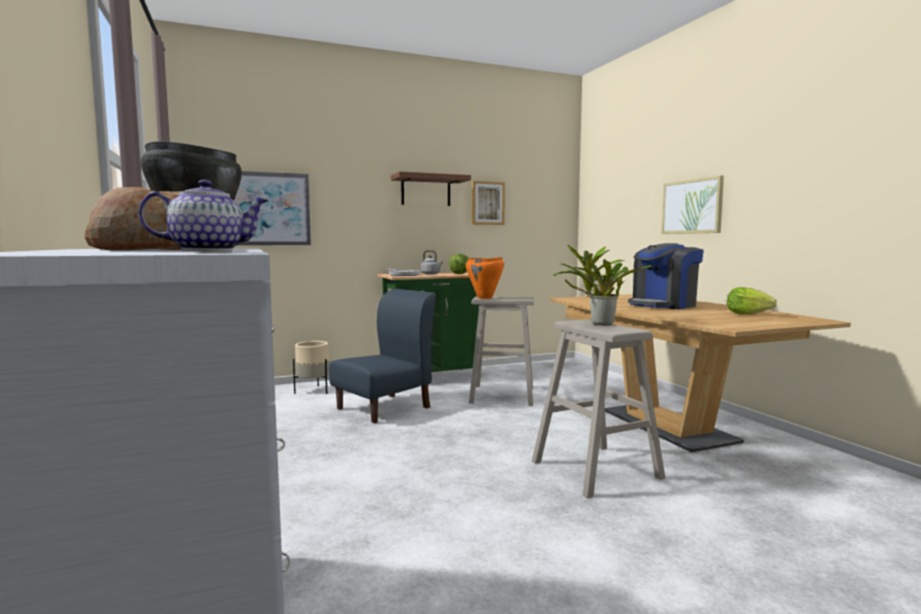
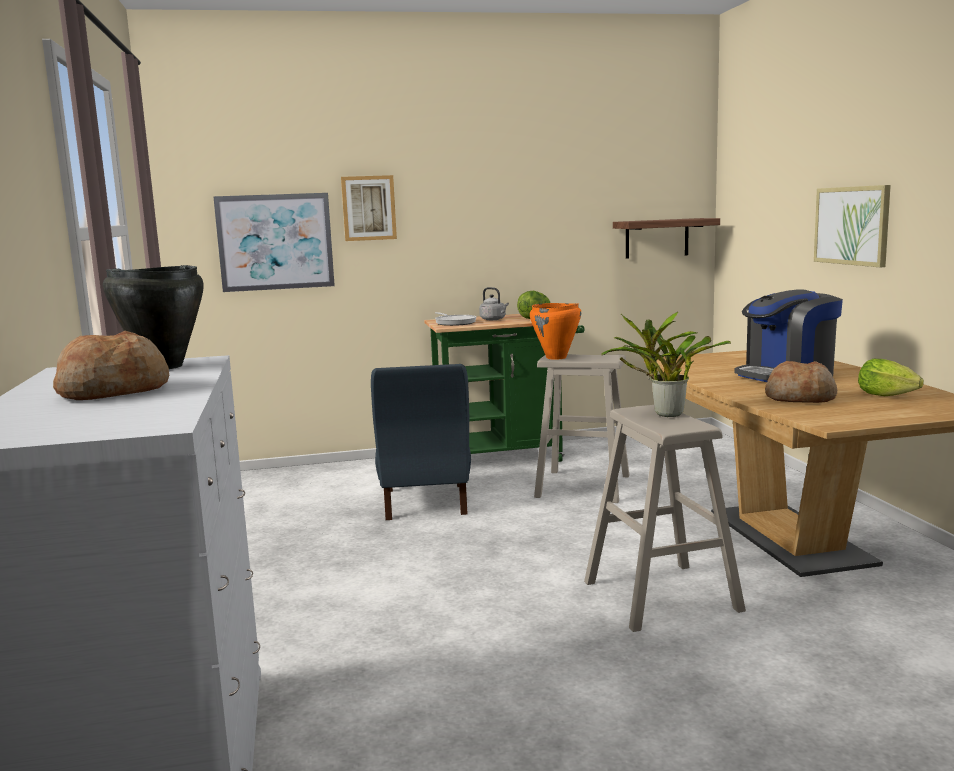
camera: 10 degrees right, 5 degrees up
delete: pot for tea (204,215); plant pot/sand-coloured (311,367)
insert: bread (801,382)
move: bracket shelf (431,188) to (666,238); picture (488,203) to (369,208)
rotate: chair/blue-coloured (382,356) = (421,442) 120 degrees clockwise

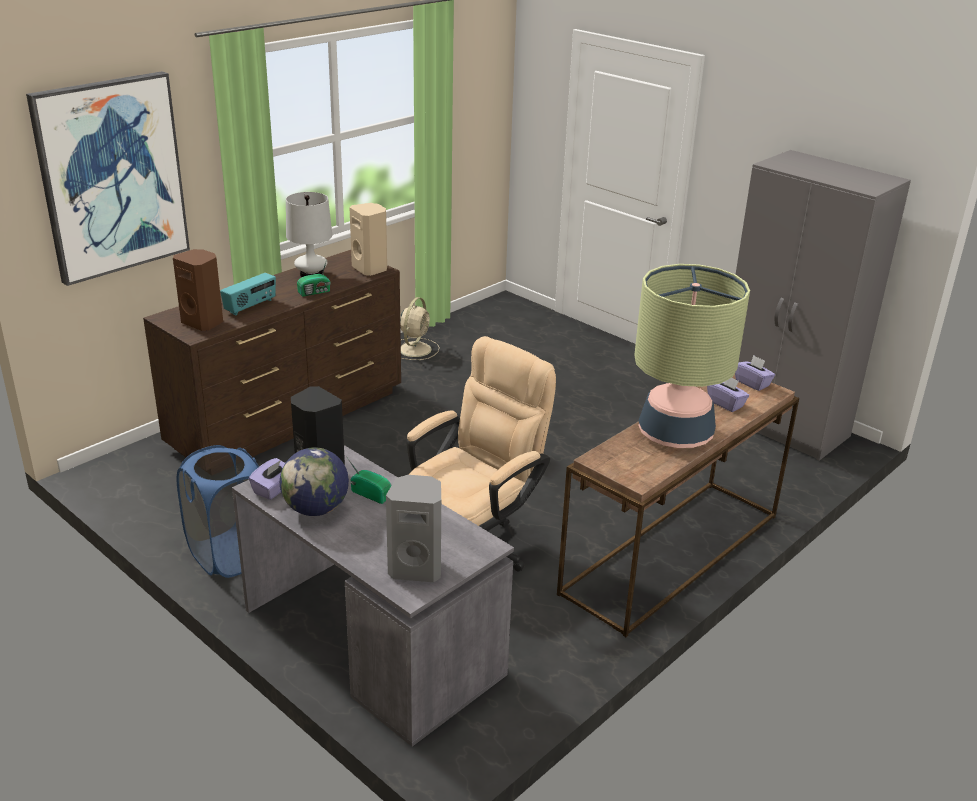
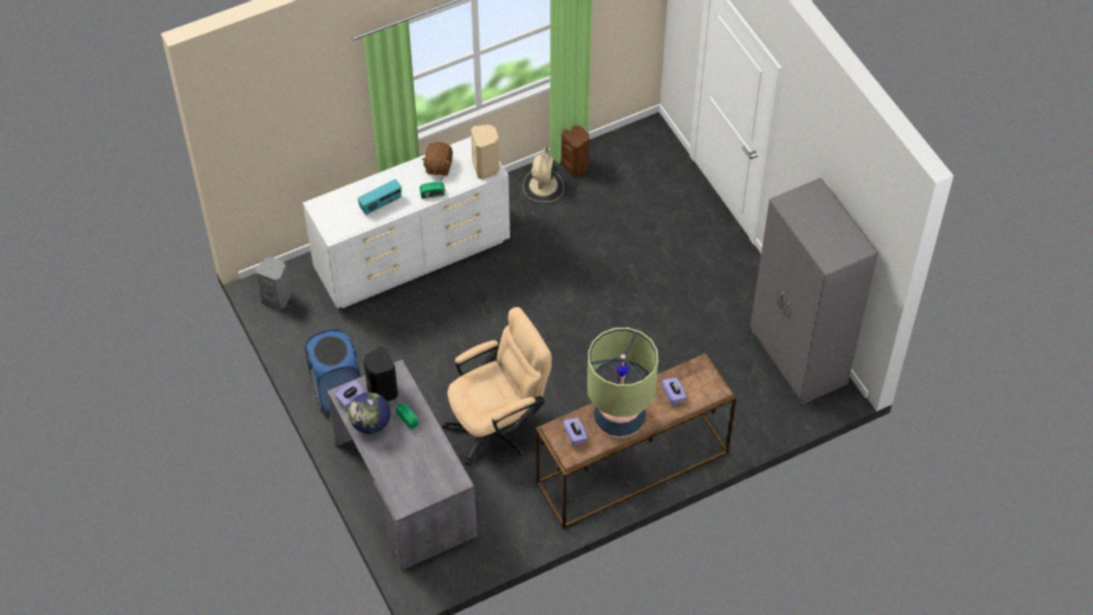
camera: 20 degrees right, 25 degrees up
delete: picture (108,178)
move: speaker/brown (198,290) to (575,151); speaker/gray (413,528) to (273,283); tissue box/purplish (755,373) to (575,432)
replace: tabletop lamp/white-coloured (309,234) to plush toy/brown (437,159)
recolor: chest of drawers/brown (272,353) to chest of drawers/white-coloured (406,223)
rotate: cooling fan/sand-coloured (420,328) = (543,174) 150 degrees clockwise

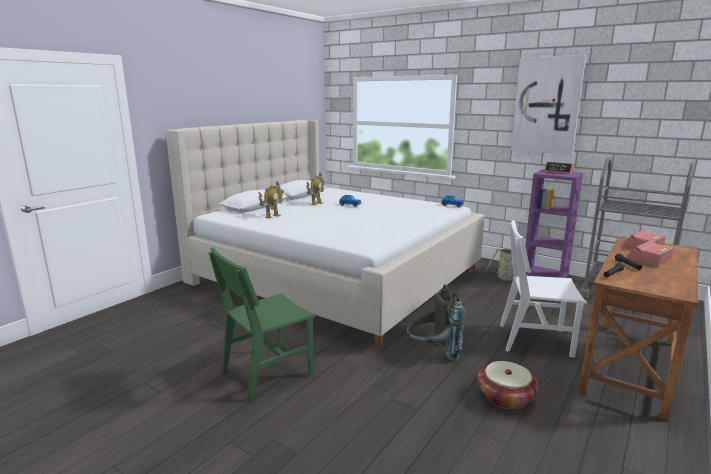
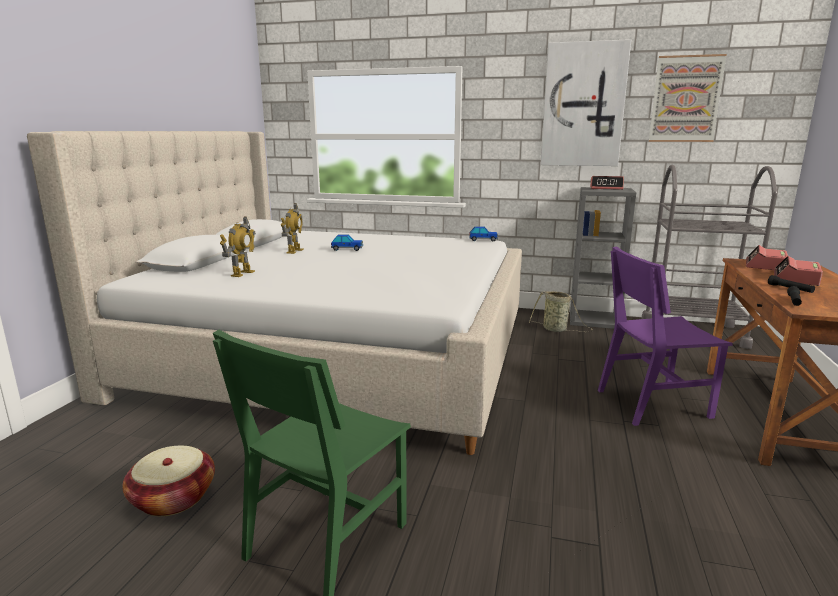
camera: 20 degrees left, 0 degrees up
delete: knapsack/gray (436,323)
insert: picture (688,98)
move: basket (508,385) to (168,481)
recolor: chair/white-coloured (543,289) to chair/purplish (665,336); shelving unit/purplish (554,223) to shelving unit/gray (603,258)

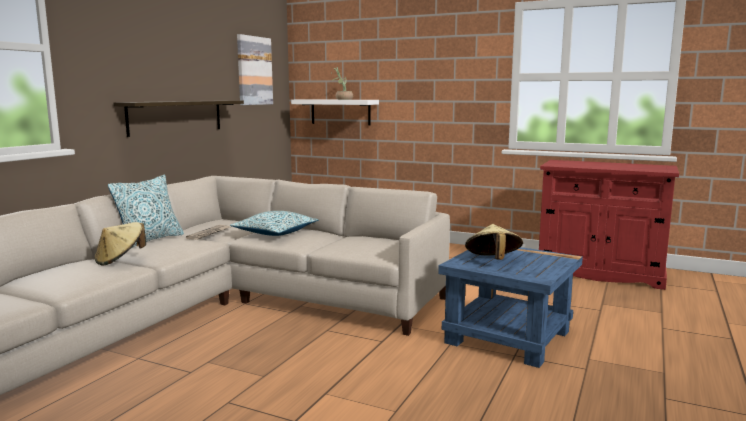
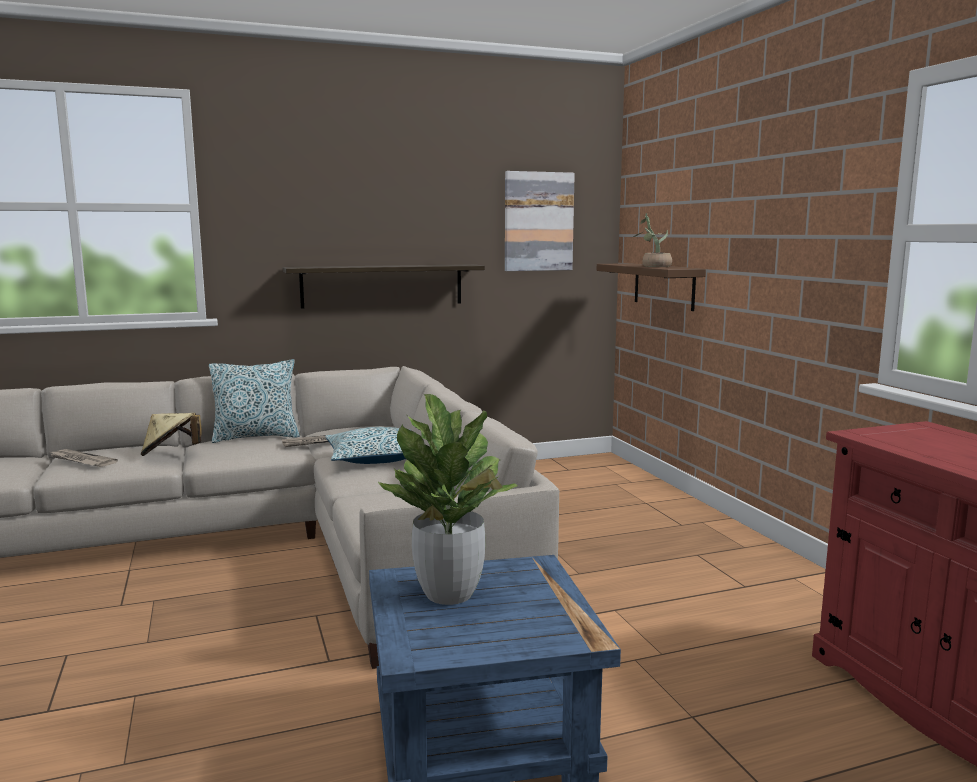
camera: 45 degrees right, 0 degrees up
insert: daily paper (83,458)
replace: wearable hat/sand-coloured (494,242) to potted plant (448,499)
recolor: bracket shelf/white-coloured (335,112) to bracket shelf/brown (651,287)

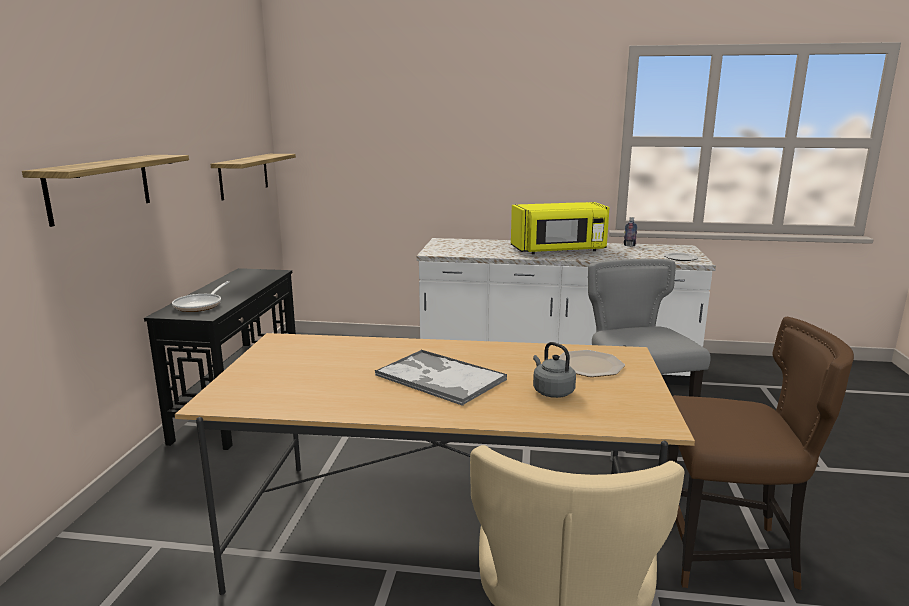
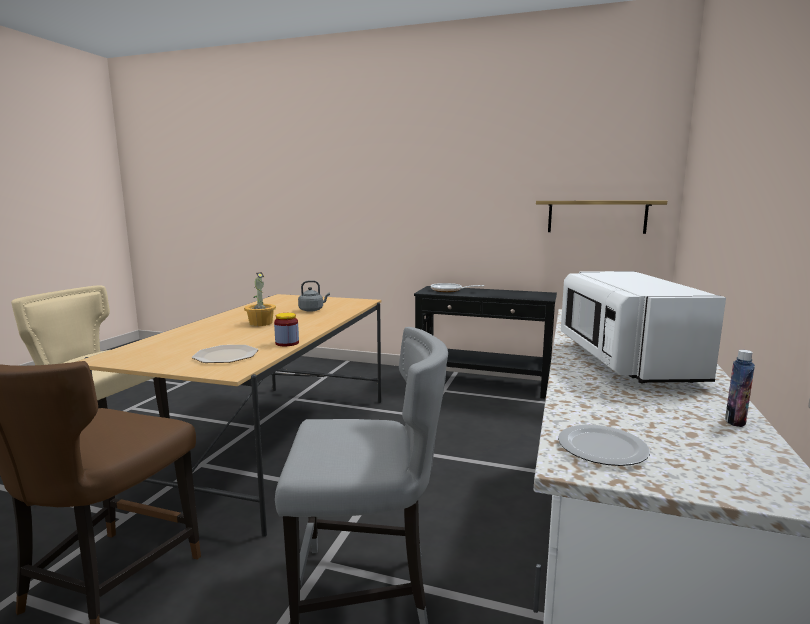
camera: 100 degrees right, 5 degrees down
delete: bracket shelf (105,191)
insert: preserve jar (286,329)
move: tea kettle/gray (554,370) to (314,296)
replace: tray (441,378) to potted plant (260,299)
recolor: microwave oven/yellow (560,228) to microwave oven/white-coloured (643,327)

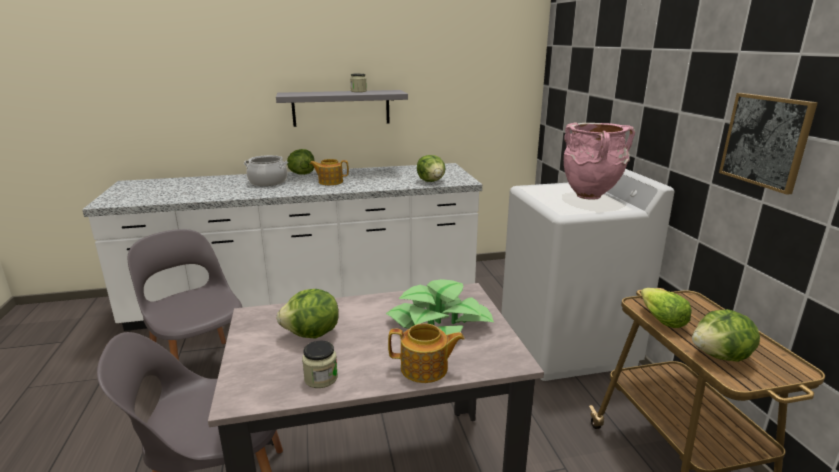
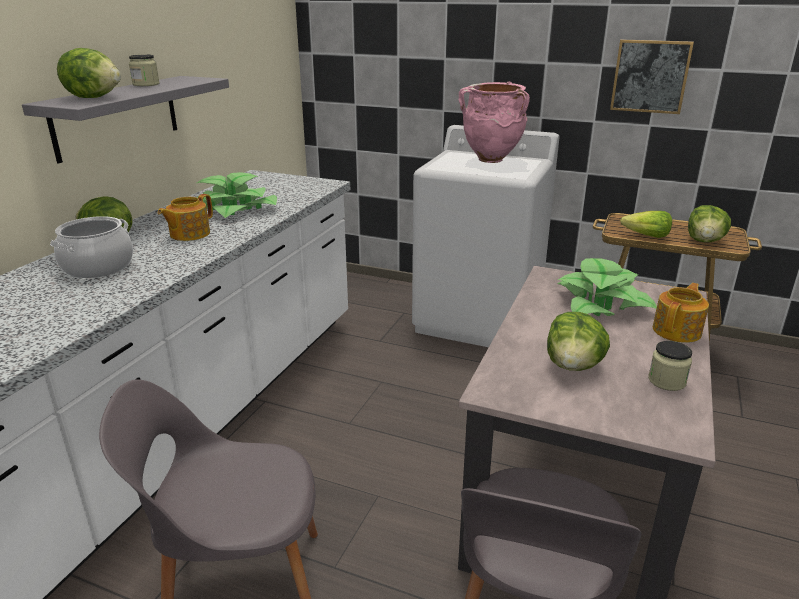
camera: 55 degrees left, 5 degrees up
insert: potted plant (237,195)
move: head of lettuce (431,168) to (89,73)

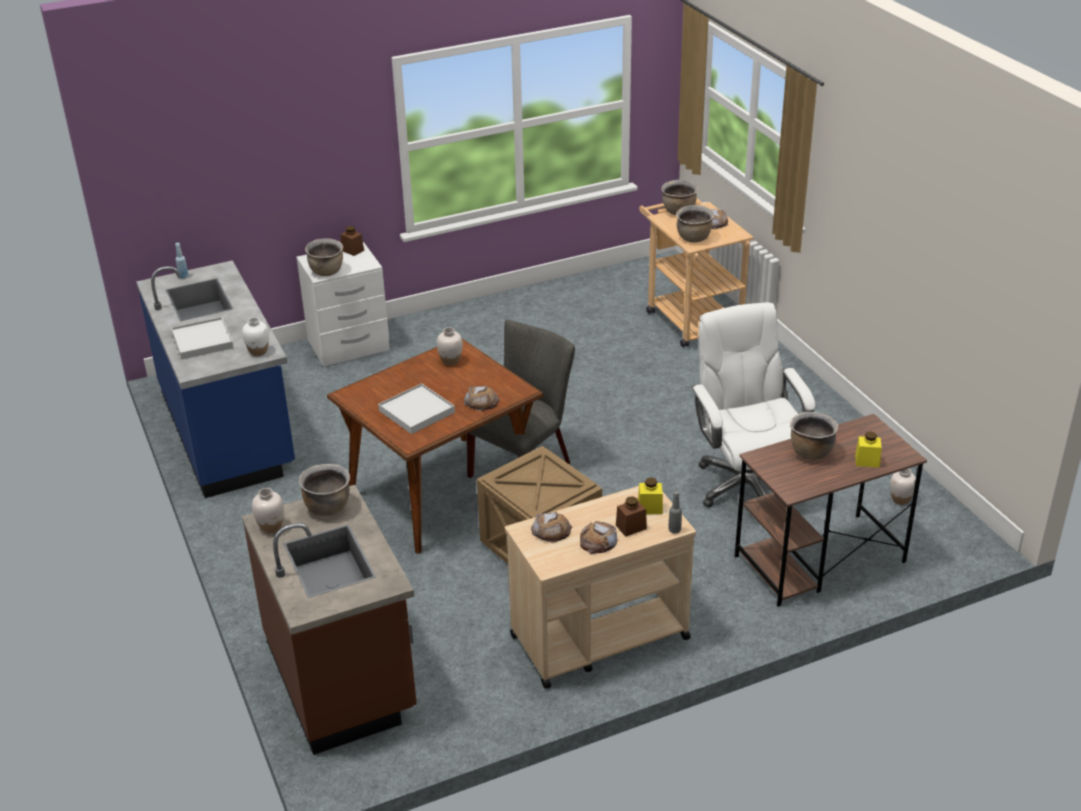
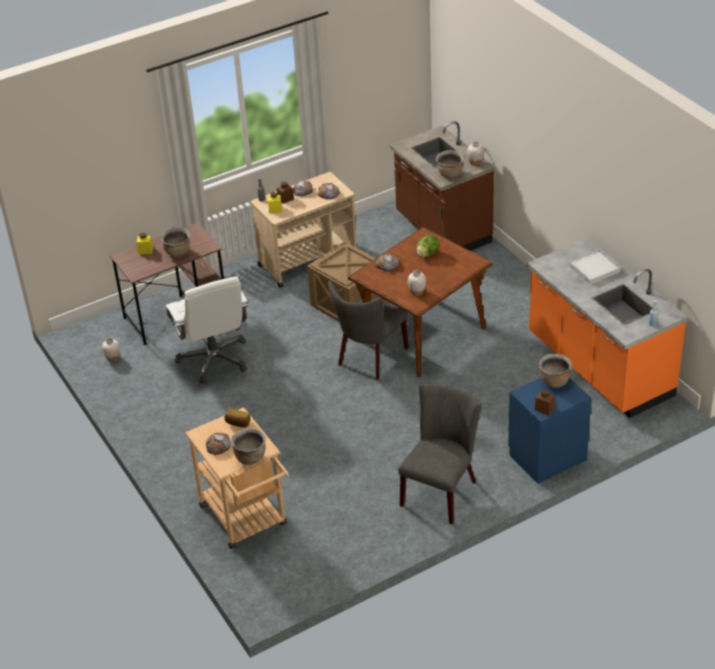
camera: 175 degrees right, 5 degrees up
delete: decorative vase/white-coloured (255,336)
insert: chair/gray (440,454)
replace: tray/white-coloured (416,408) to head of lettuce (428,246); stockpot/brown (695,223) to bread (237,418)
recolor: counter/blue-coloured (215,379) to counter/orange (607,328); night table/white-coloured (343,304) to night table/blue-coloured (549,431)

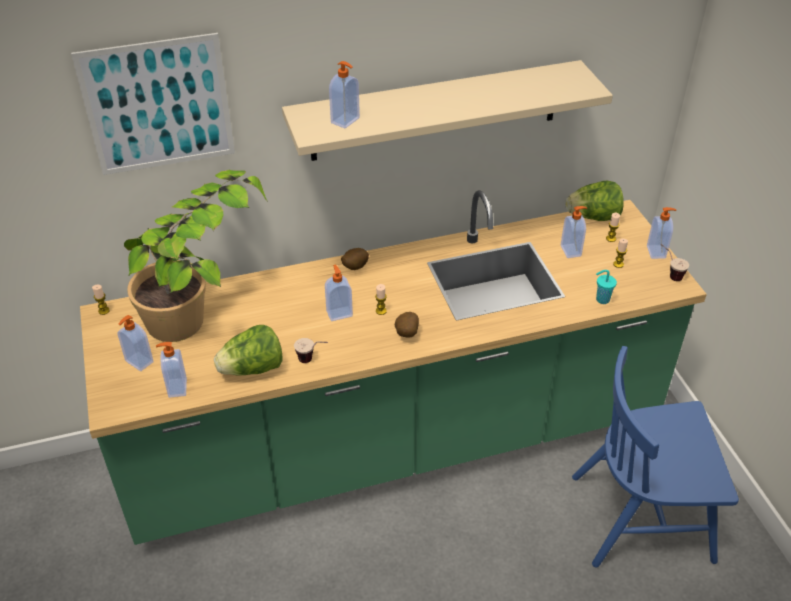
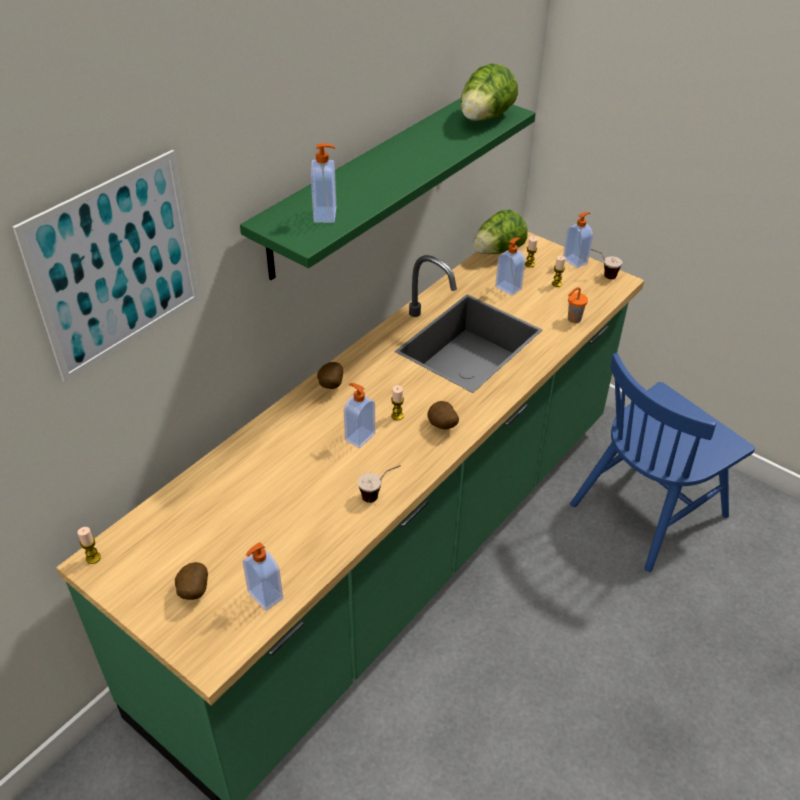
camera: 35 degrees left, 0 degrees up
delete: potted plant (196,256)
move: head of lettuce (248,350) to (489,92)
replace: soap dispenser (135,343) to potato (191,581)
recolor: bracket shelf/sand-coloured (447,110) to bracket shelf/greenish (388,189); drinking cup/blue-green (606,287) to drinking cup/orange (578,305)

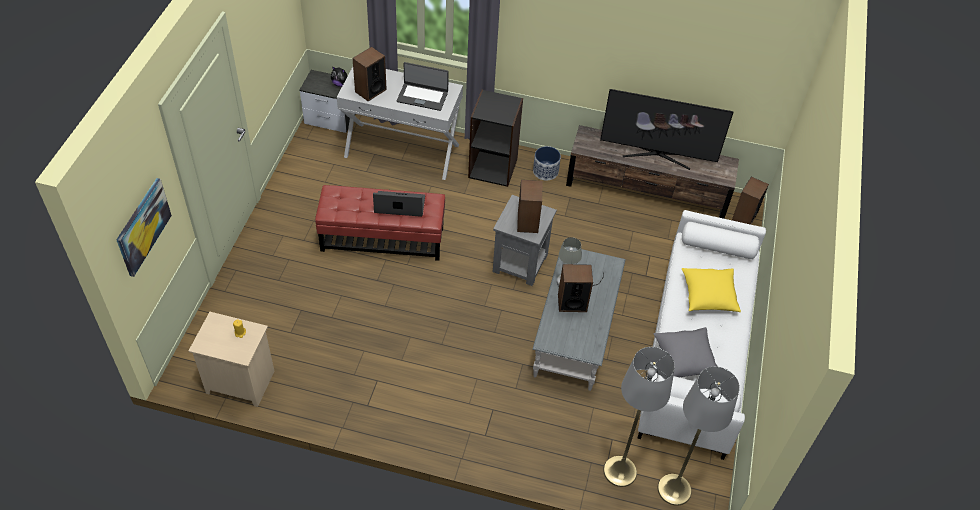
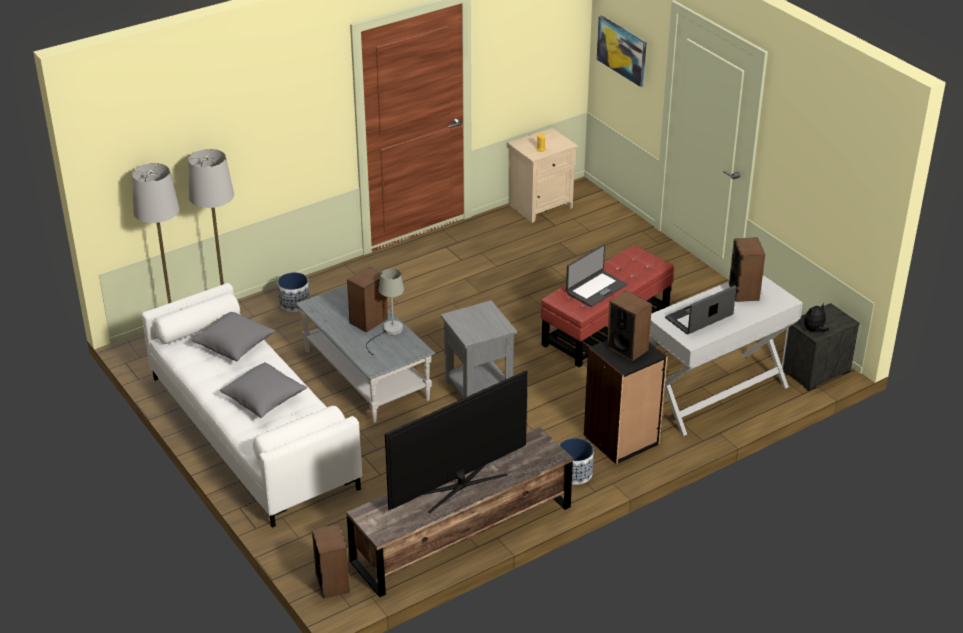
camera: 135 degrees right, 15 degrees down
insert: plant pot (293,292)
move: speaker (529,206) to (629,326)
recolor: pillow/yellow (711,290) to pillow/gray (263,390)

